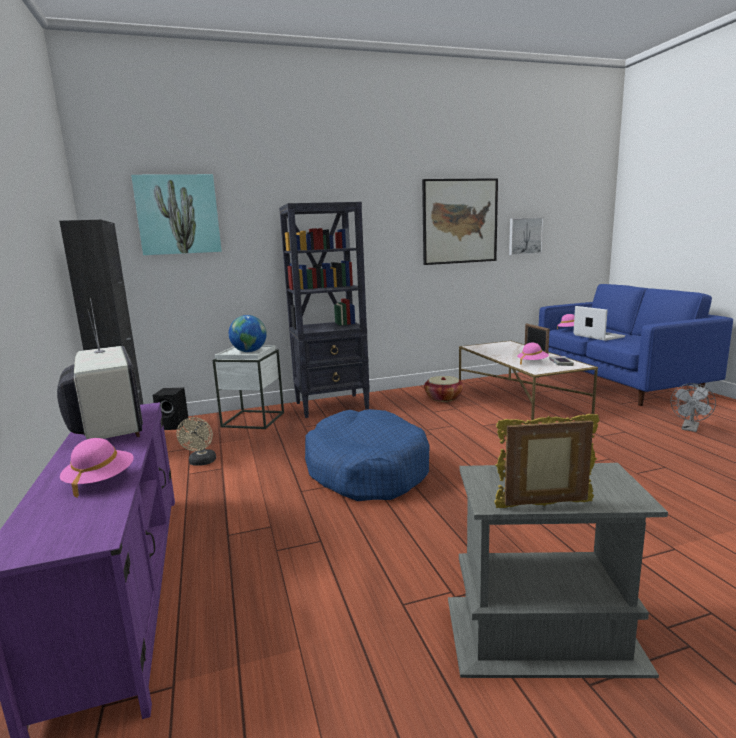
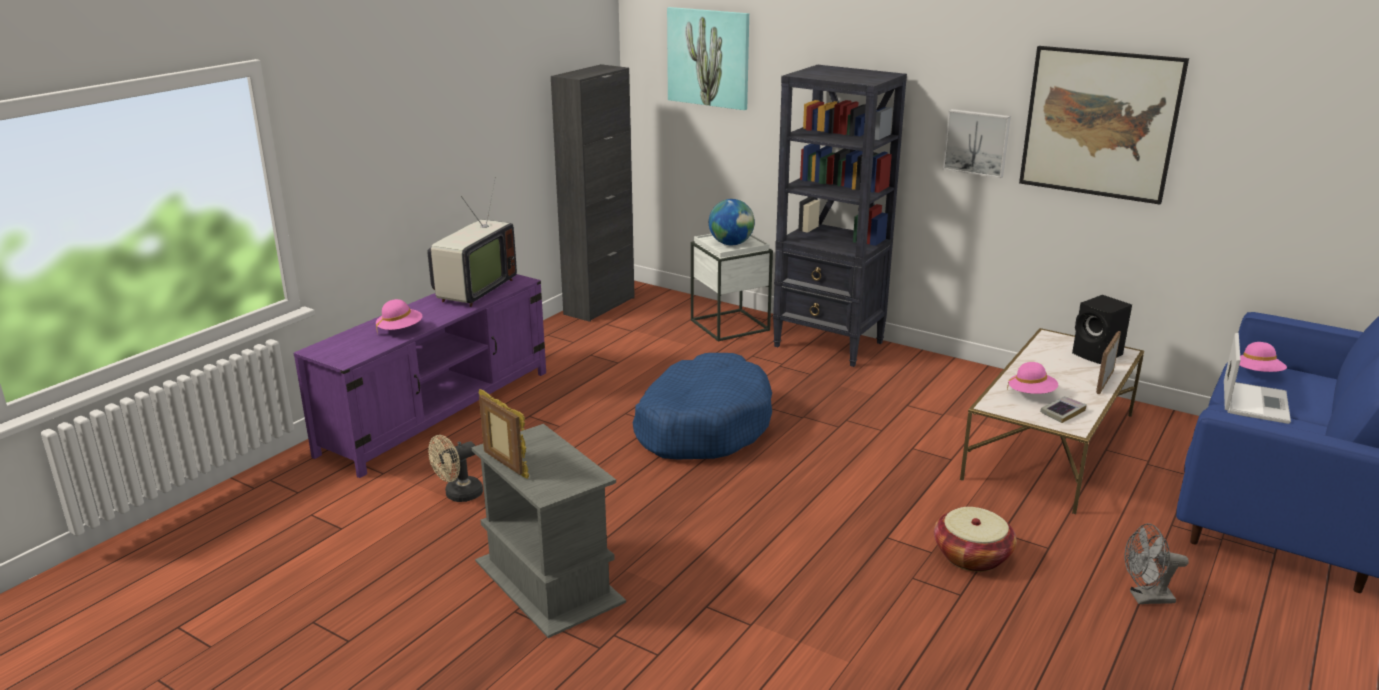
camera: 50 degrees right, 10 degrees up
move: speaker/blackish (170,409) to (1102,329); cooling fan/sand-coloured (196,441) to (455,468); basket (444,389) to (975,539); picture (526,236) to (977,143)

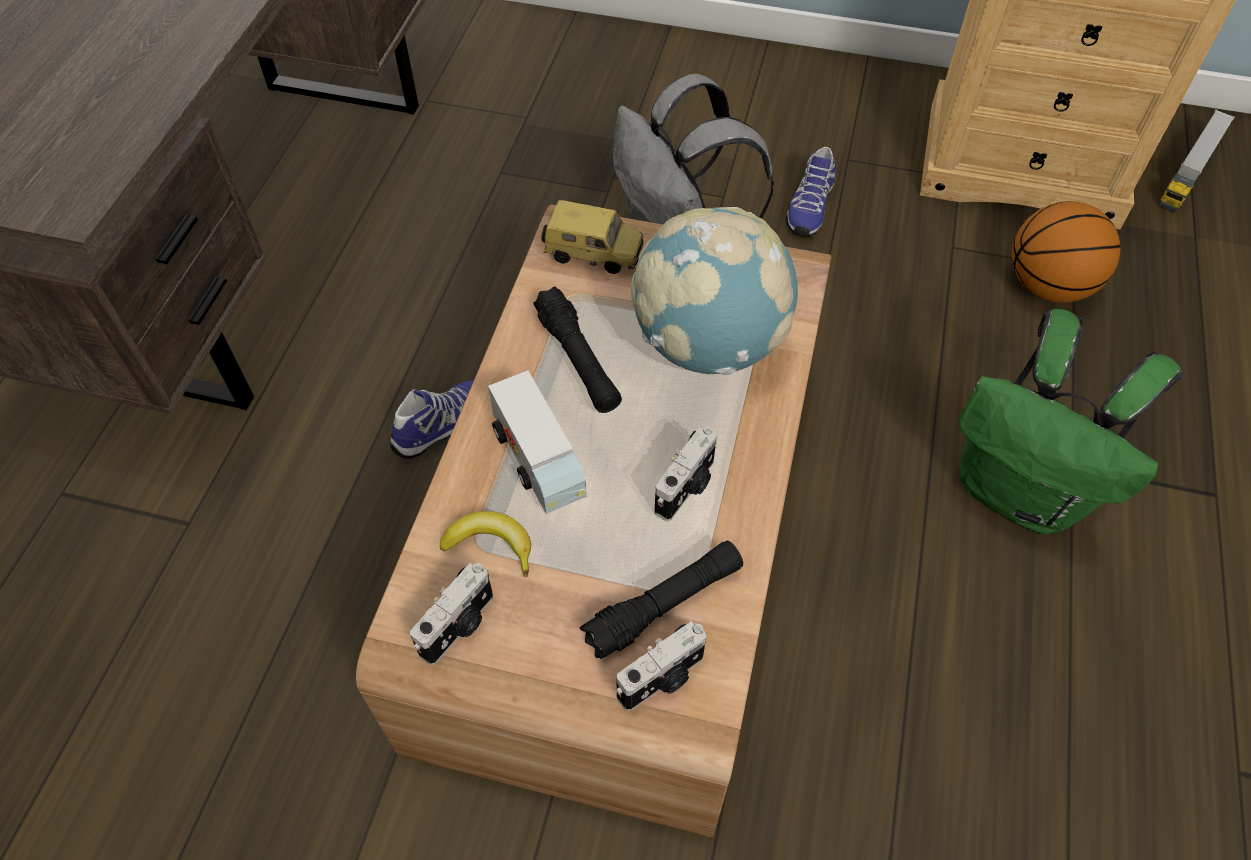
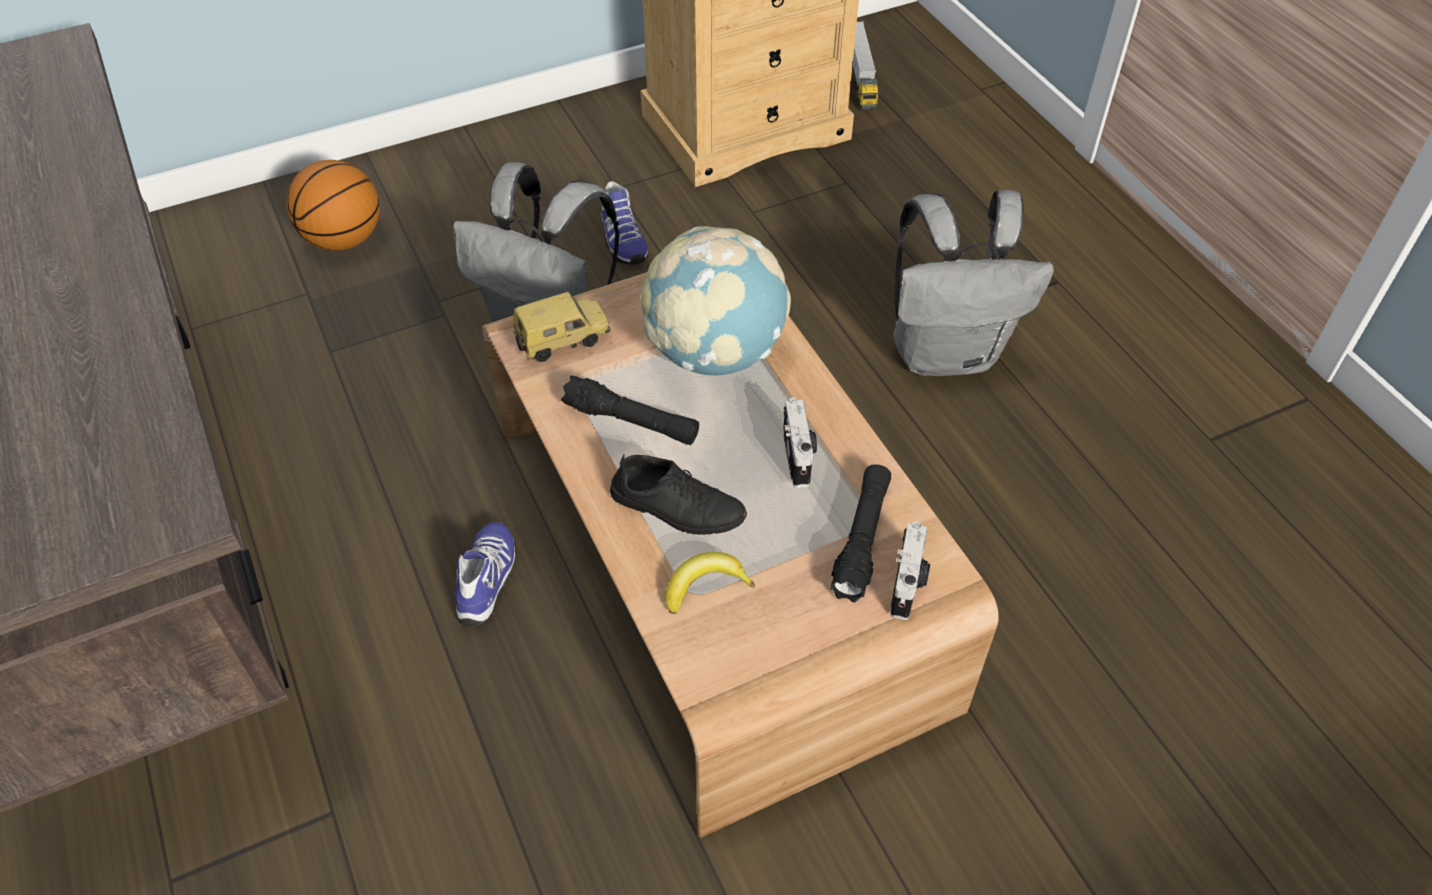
camera: 40 degrees left, 5 degrees down
delete: photo camera (451,614)
move: basketball ball (1066,252) to (333,205)
replace: toy lorry (537,442) to shoe/blackish (678,495)
recolor: knapsack/greenish (1071,421) to knapsack/gray (973,283)

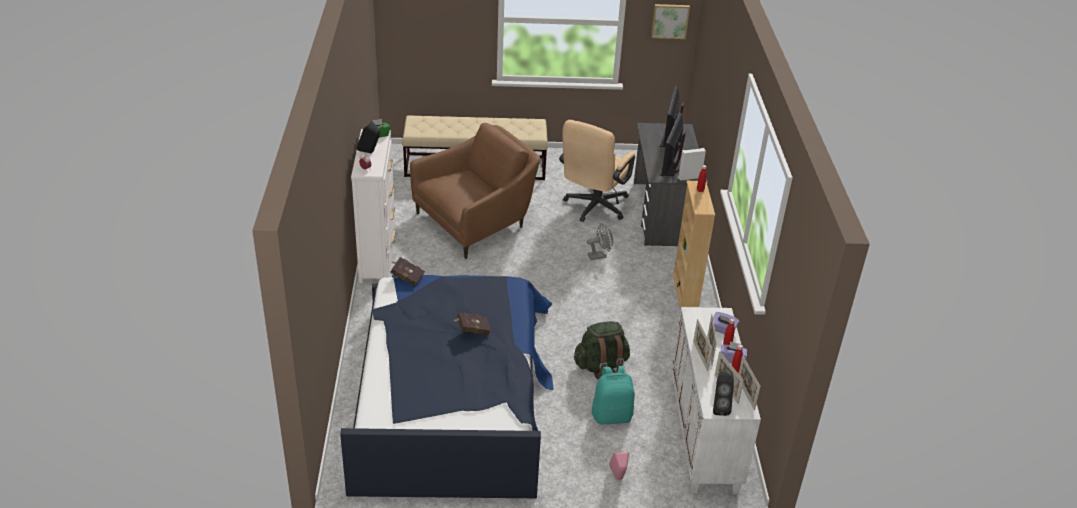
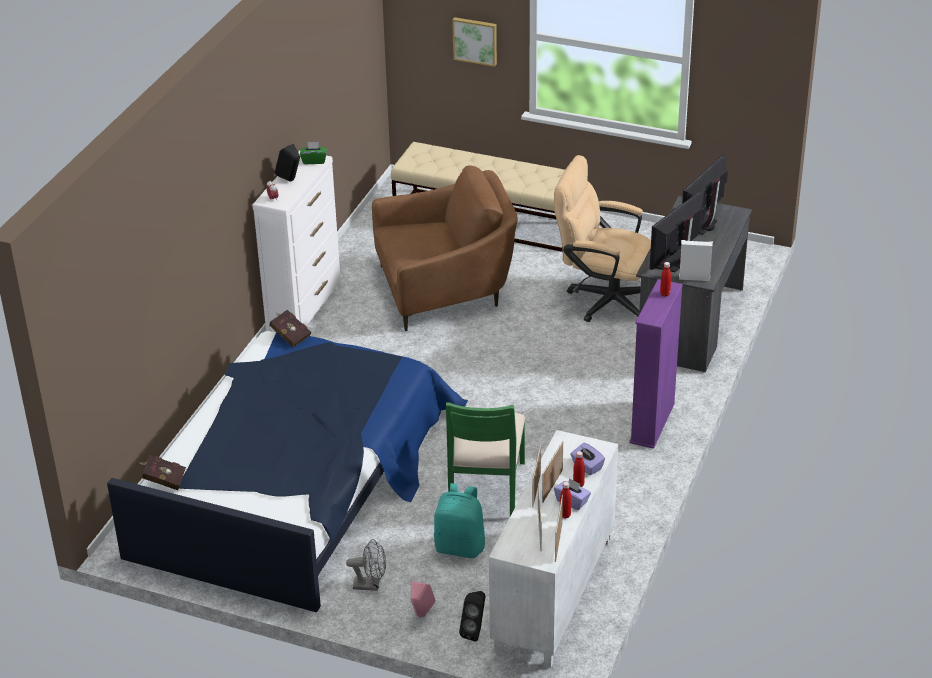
camera: 25 degrees right, 0 degrees up
move: book/red (472,323) to (163,472); cooling fan/gray (600,241) to (366,565); picture (670,21) to (474,42); speaker/blackish (723,394) to (472,616)
replace: knapsack/greenish (602,350) to chair/greenish (485,459)
recolor: shelving unit/sand-coloured (694,244) to shelving unit/purplish (656,364)
rotate: computer chair/sand-coloured (597,171) = (602,238) 60 degrees clockwise

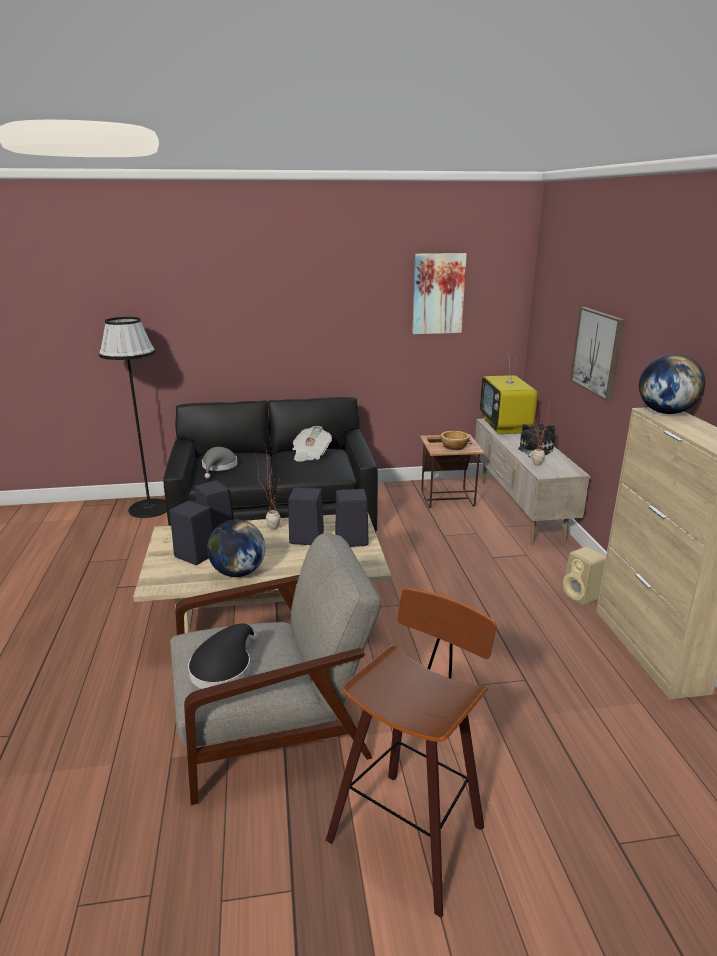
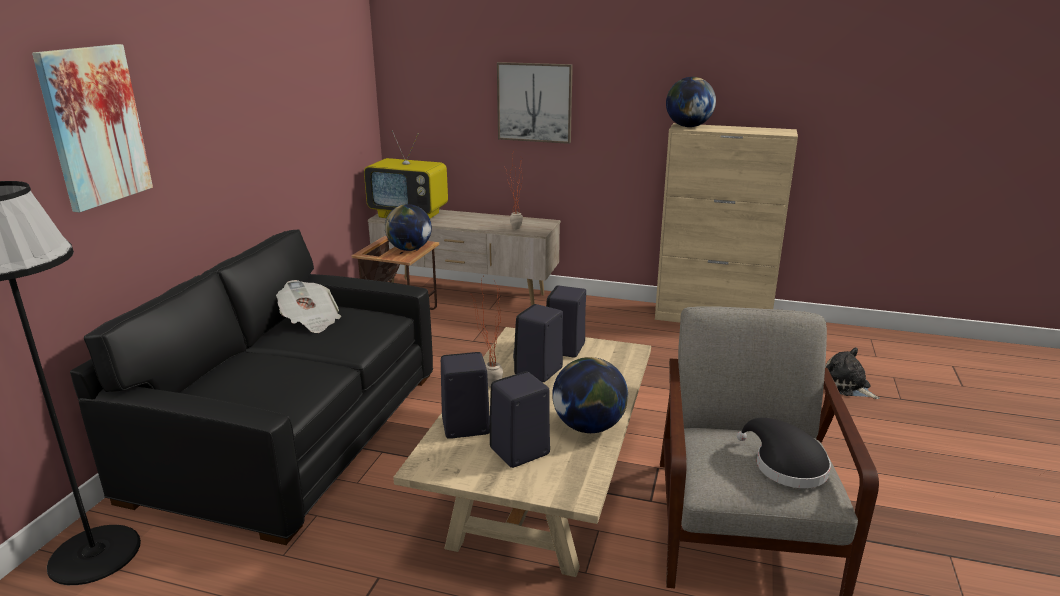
camera: 65 degrees left, 0 degrees up
delete: wearable hat/gray (220,462); sitting stool (411,753); speaker/sand-coloured (584,576)
move: picture (439,293) to (92,128); plush toy (536,441) to (852,373)
replace: deep dish (455,440) to desk globe (408,227)

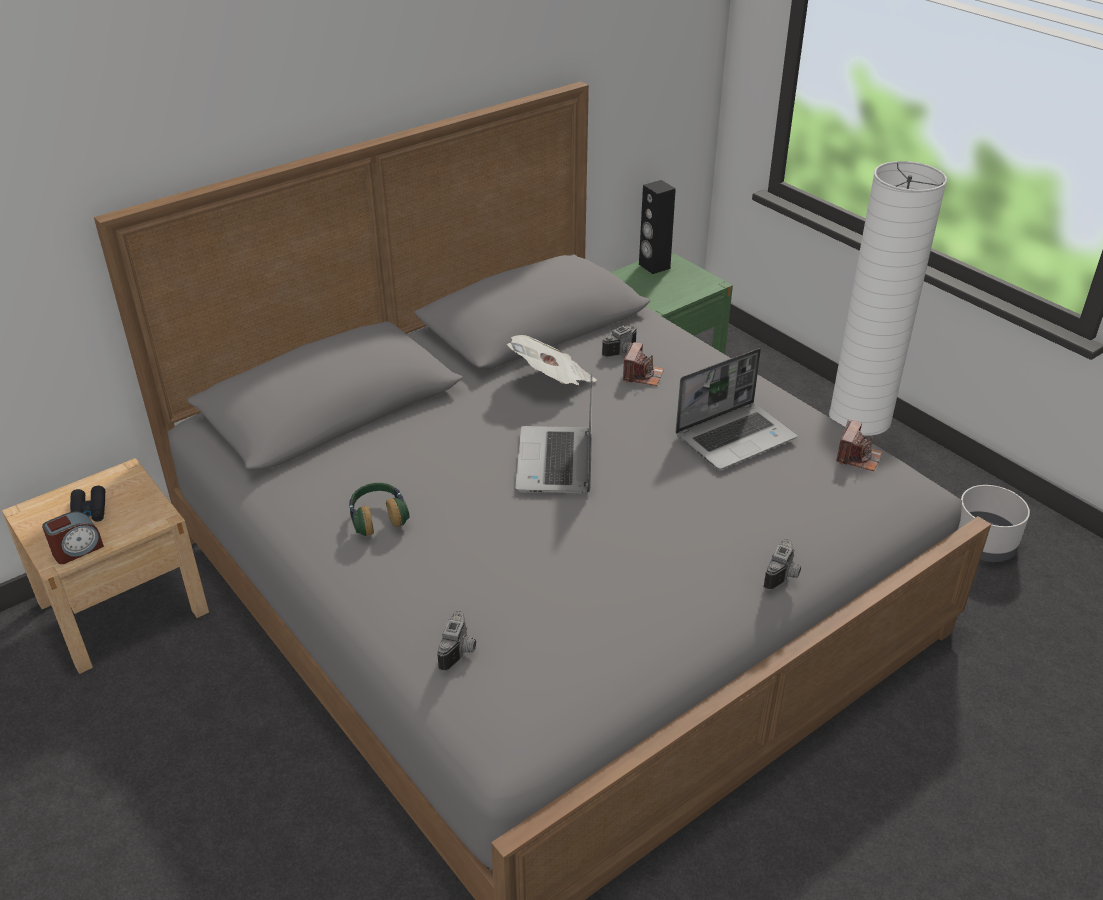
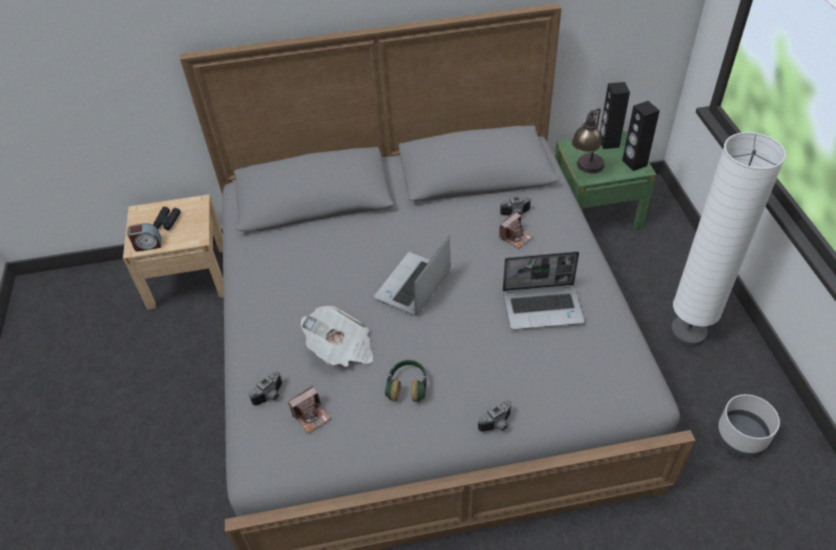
camera: 30 degrees right, 10 degrees up
insert: tabletop lamp (588,140); speaker/blackish (641,136)
move: headset (379,509) to (406,381); daily paper (552,360) to (336,336); photo camera (859,445) to (309,409)

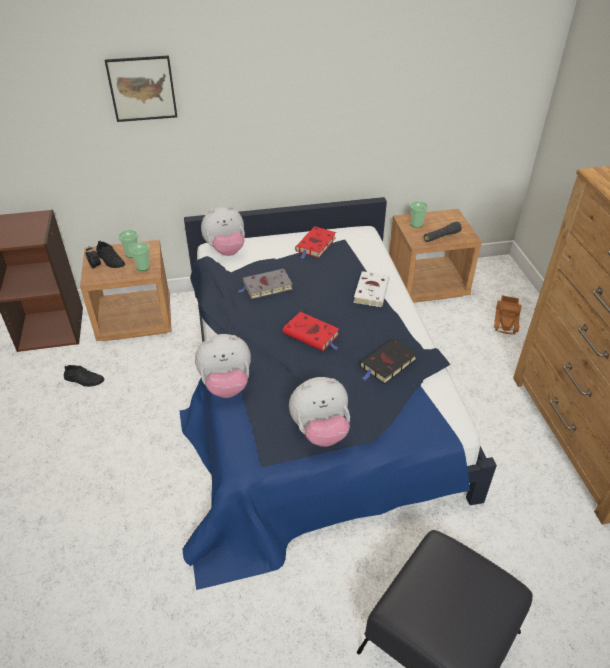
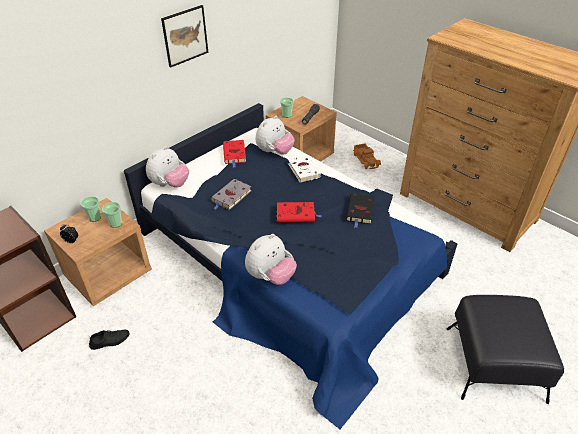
camera: 35 degrees left, 0 degrees up
delete: shoe/blackish (110,254)
move: picture (141,88) to (184,36); plush toy (319,412) to (275,135)

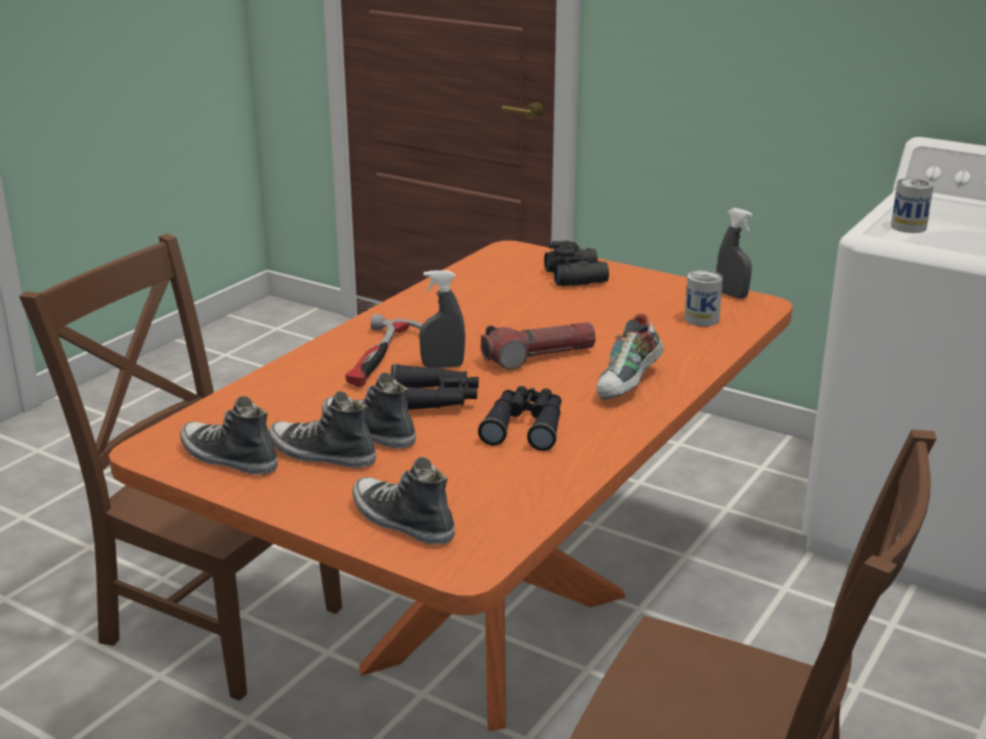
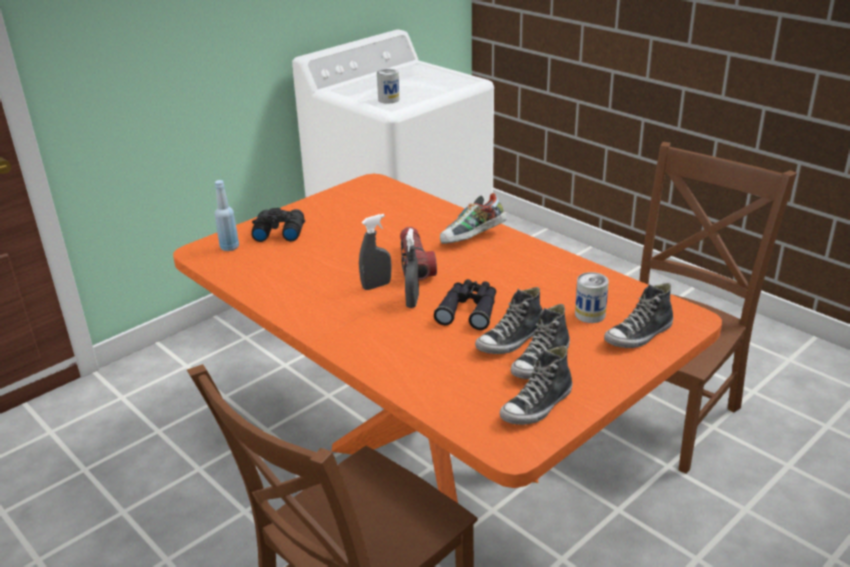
camera: 75 degrees left, 5 degrees up
delete: hand hammer (383,350); field glasses/blackish (520,418)
insert: beverage bottle/blue-coloured (227,215)
move: sealed can (703,298) to (592,297); hand sprayer/gray (734,253) to (375,252)
rotate: shoe (630,357) = (473,218) 105 degrees clockwise

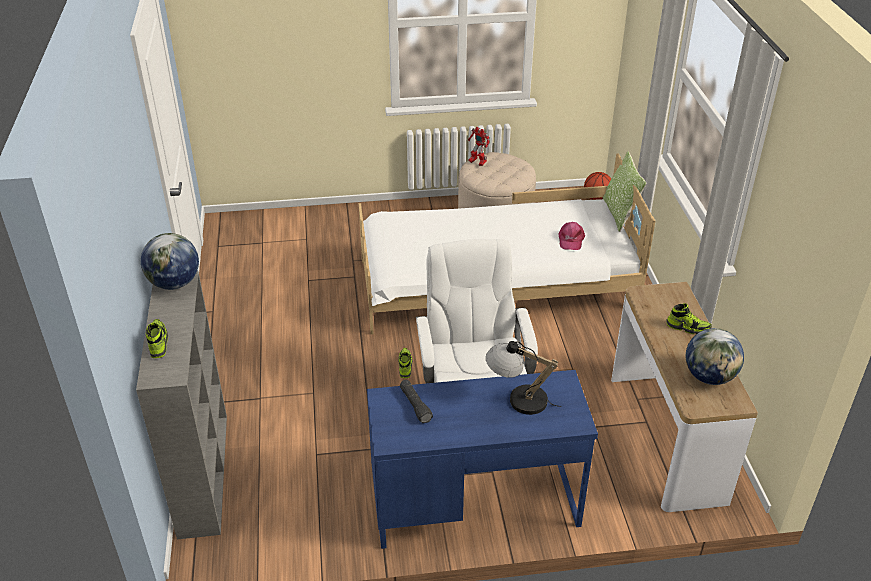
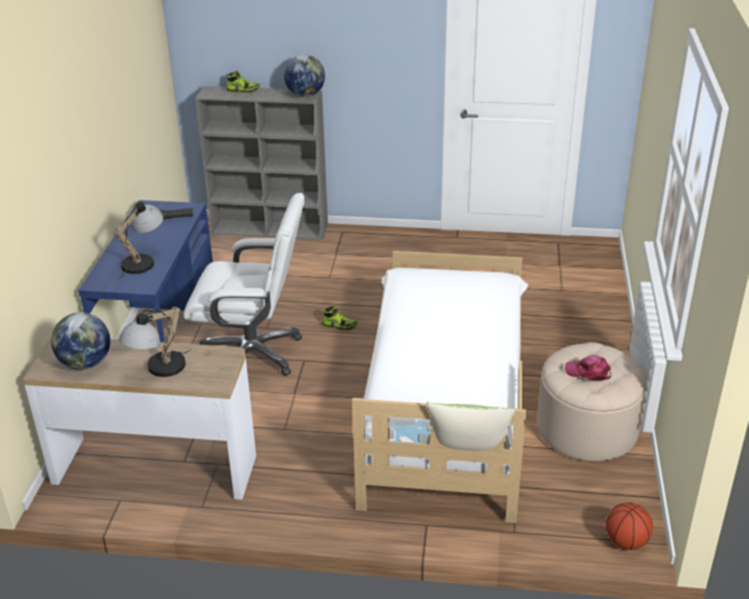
camera: 105 degrees right, 5 degrees down
delete: toy robot (479,146)
move: baseball cap/pink-coloured (571,236) to (588,367)
replace: shoe (689,318) to tabletop lamp (155,342)

